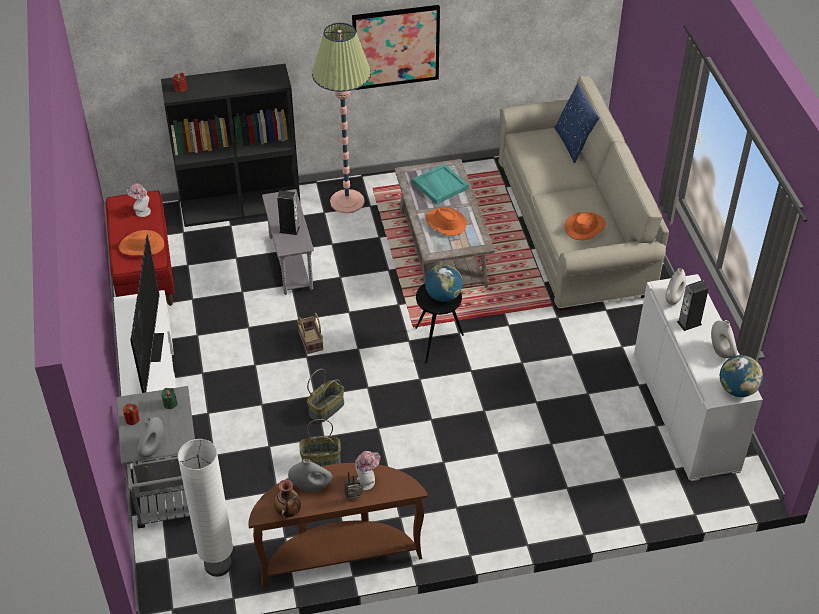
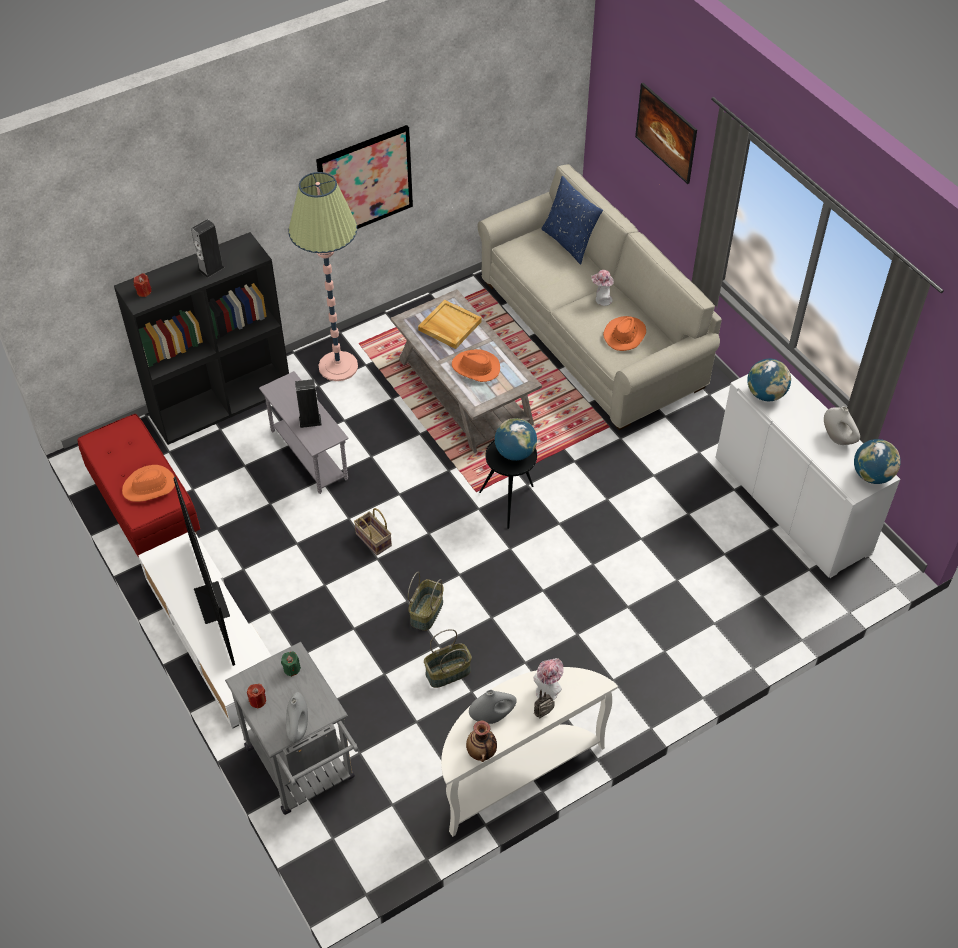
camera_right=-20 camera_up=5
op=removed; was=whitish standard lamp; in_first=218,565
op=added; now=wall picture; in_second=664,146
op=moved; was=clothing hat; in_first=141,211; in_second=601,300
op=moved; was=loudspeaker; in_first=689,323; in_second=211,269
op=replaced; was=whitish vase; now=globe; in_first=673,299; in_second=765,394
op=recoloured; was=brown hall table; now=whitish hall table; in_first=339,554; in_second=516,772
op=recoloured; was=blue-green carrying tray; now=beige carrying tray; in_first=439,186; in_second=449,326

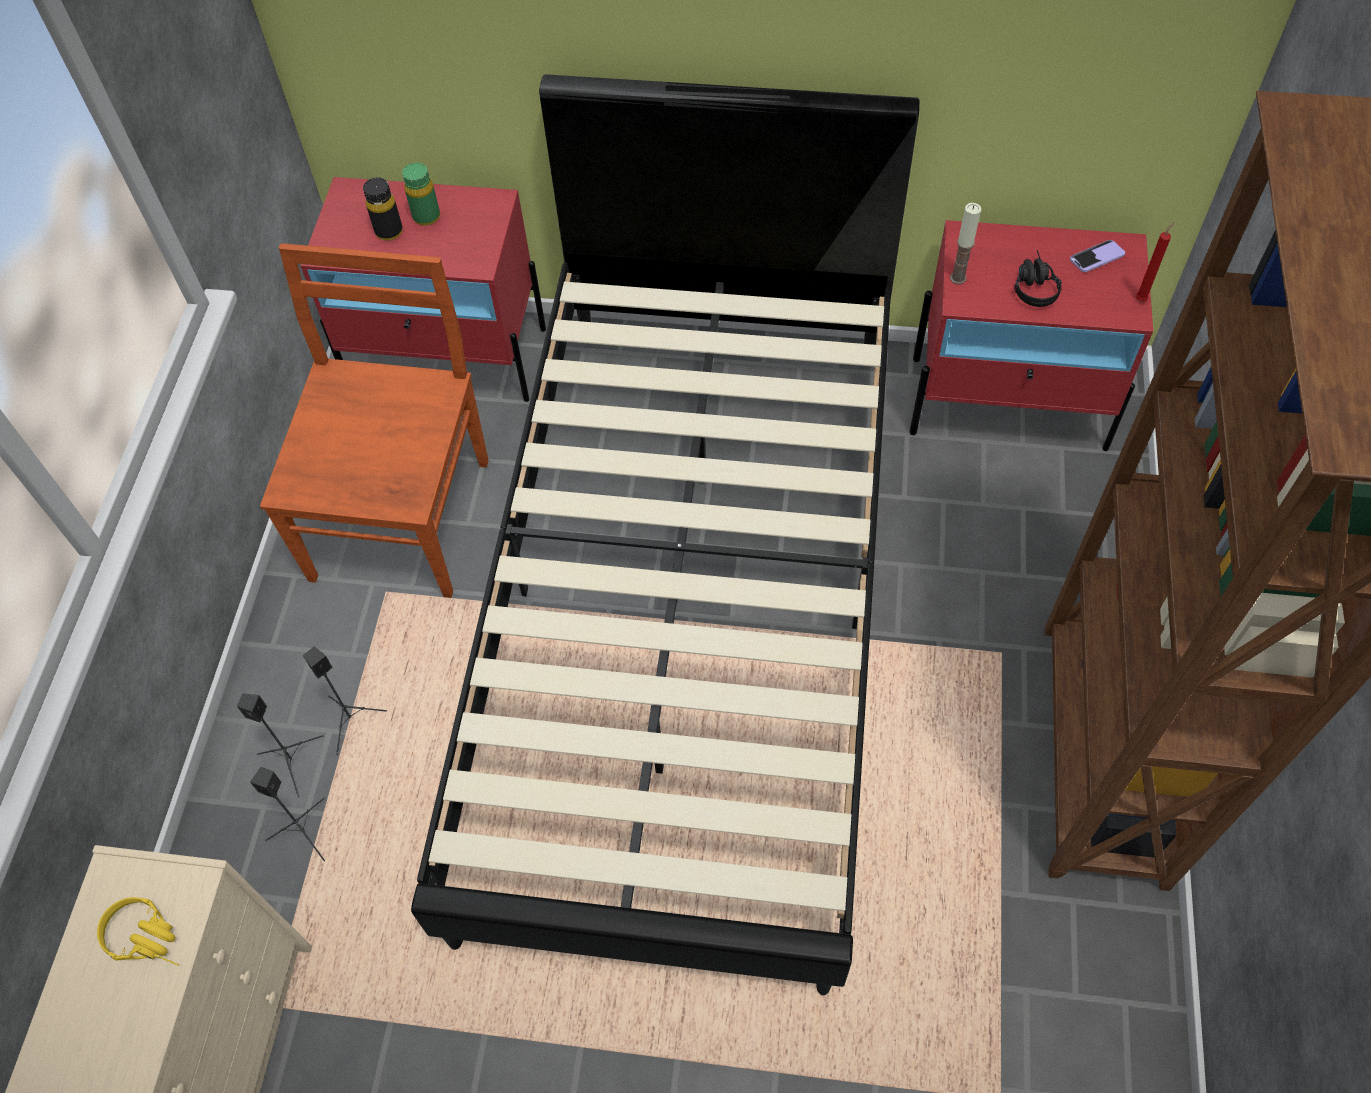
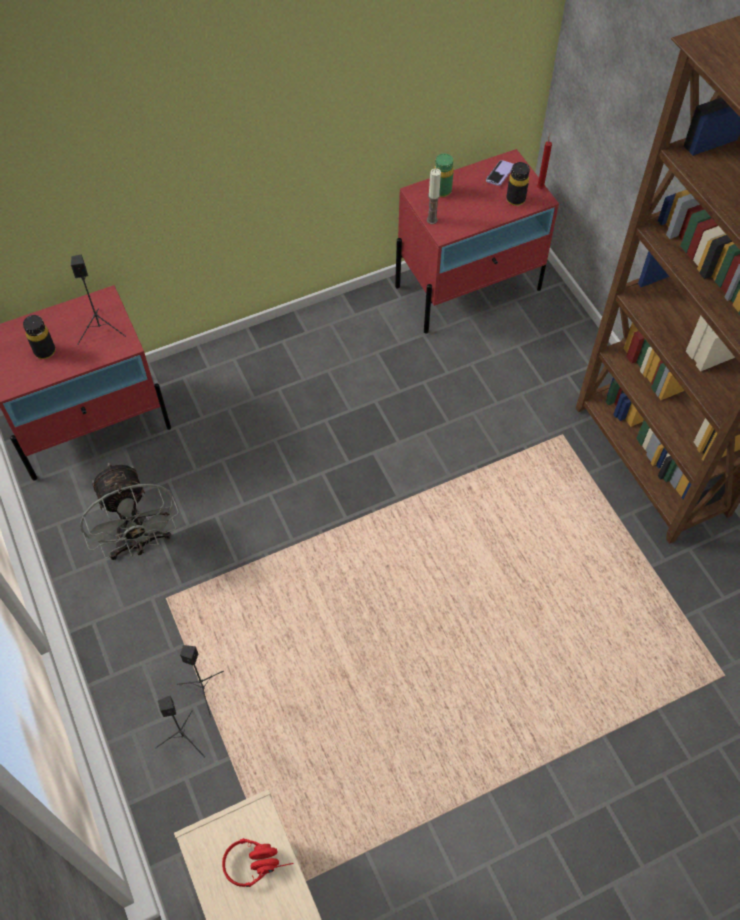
camera_right=-35 camera_up=0
op=removed; was=black-coloured sleeping bed; in_first=689,610
op=removed; was=black-coloured headset; in_first=1032,285
op=added; now=black-coloured beverage bottle; in_second=515,199
op=moved; was=black-coloured loudspeaker; in_first=306,834; in_second=101,329
op=moved; was=green-coloured beverage bottle; in_first=426,216; in_second=442,191
op=replaced; was=brown plain chair; now=gray electric fan; in_first=403,514; in_second=139,543
op=recoloured; was=yellow-coloured headset; now=reddish headset; in_first=151,939; in_second=258,862

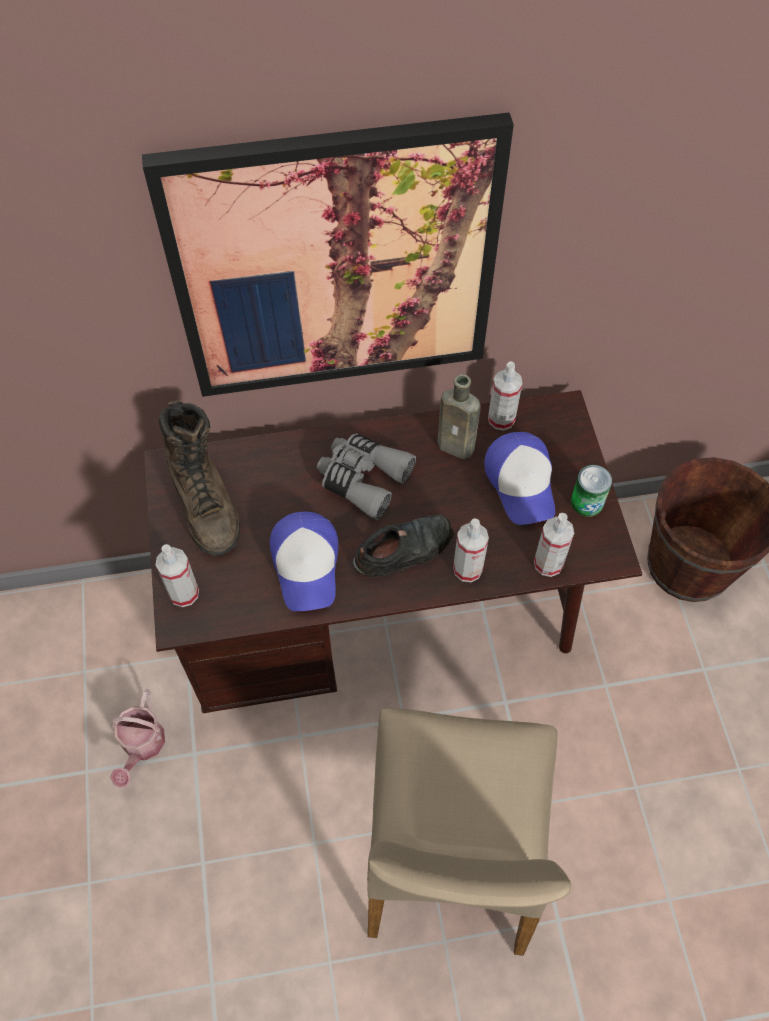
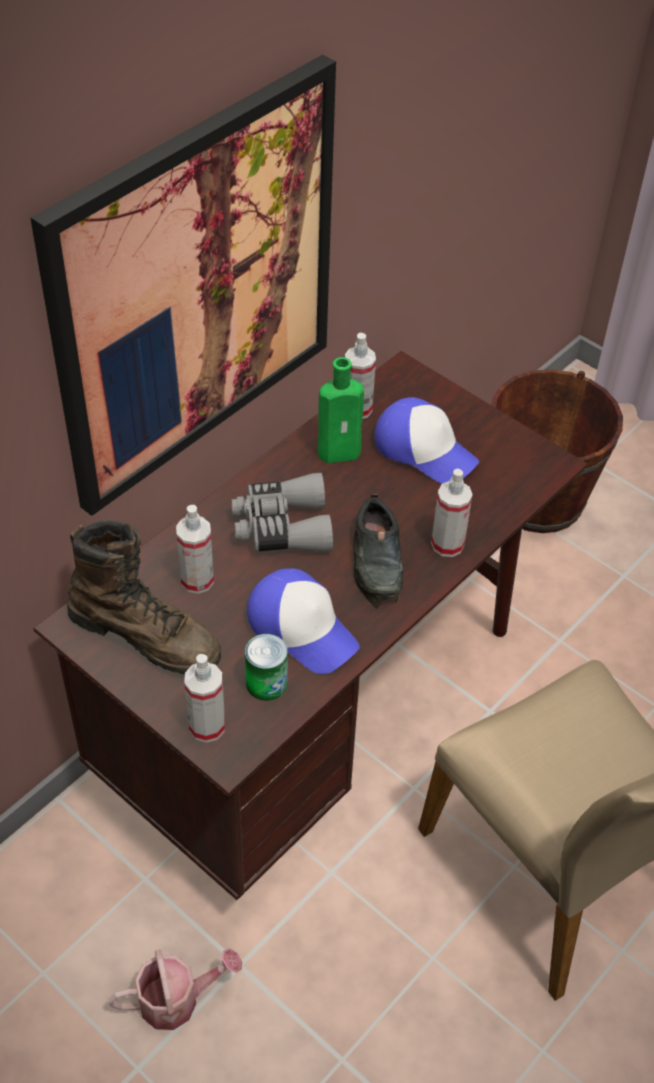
camera_right=-40 camera_up=-10
op=moved; was=spray bottle; in_first=548,563; in_second=197,580
op=moved; was=sealed can; in_first=587,502; in_second=266,683
op=recoloured; was=brown beverage bottle; now=green-coloured beverage bottle; in_first=458,447; in_second=342,452
op=turned; was=watering pot; in_first=142,746; in_second=177,999; clockwise=-75
op=turned; was=black-coloured shoe; in_first=405,549; in_second=377,561; clockwise=150

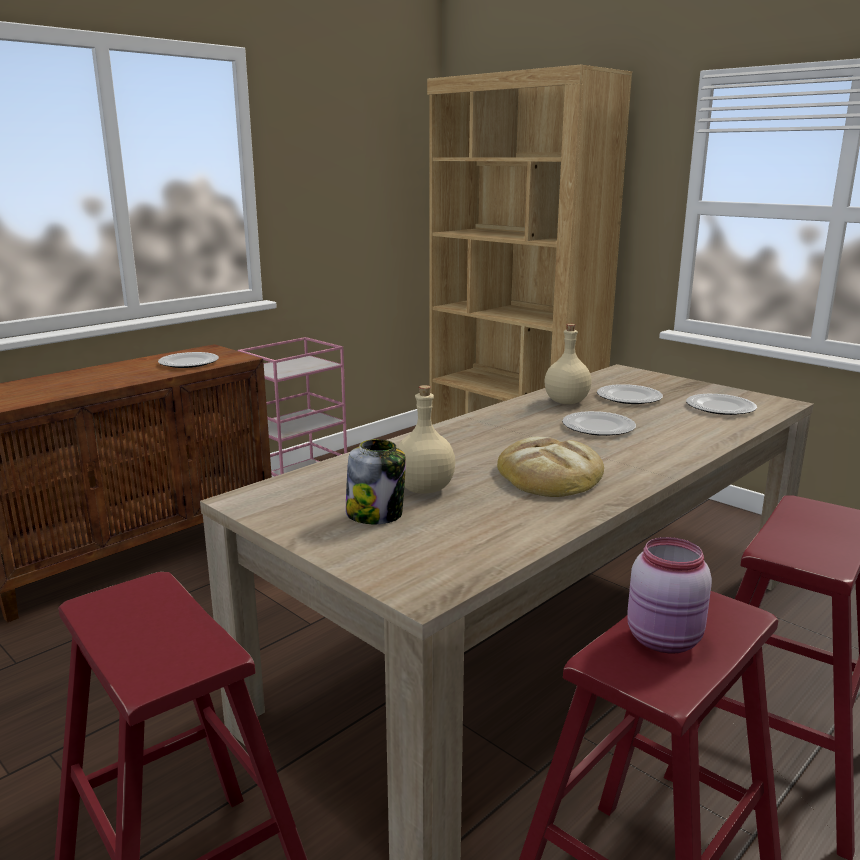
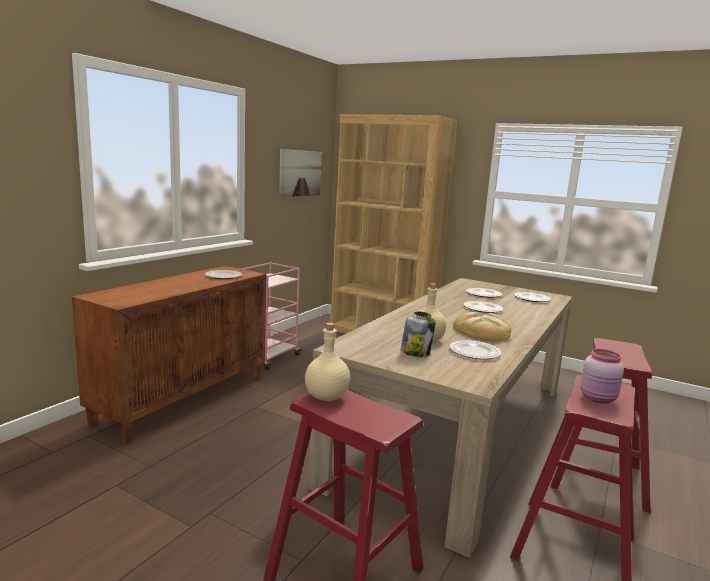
camera_right=-15 camera_up=-5
op=added; now=wall picture; in_second=300,173
op=added; now=dinner plate; in_second=475,352
op=moved; was=beige beverage bottle; in_first=566,402; in_second=326,396

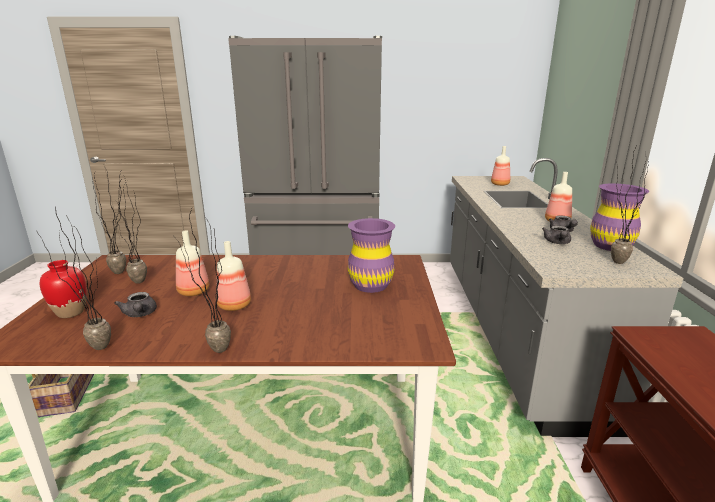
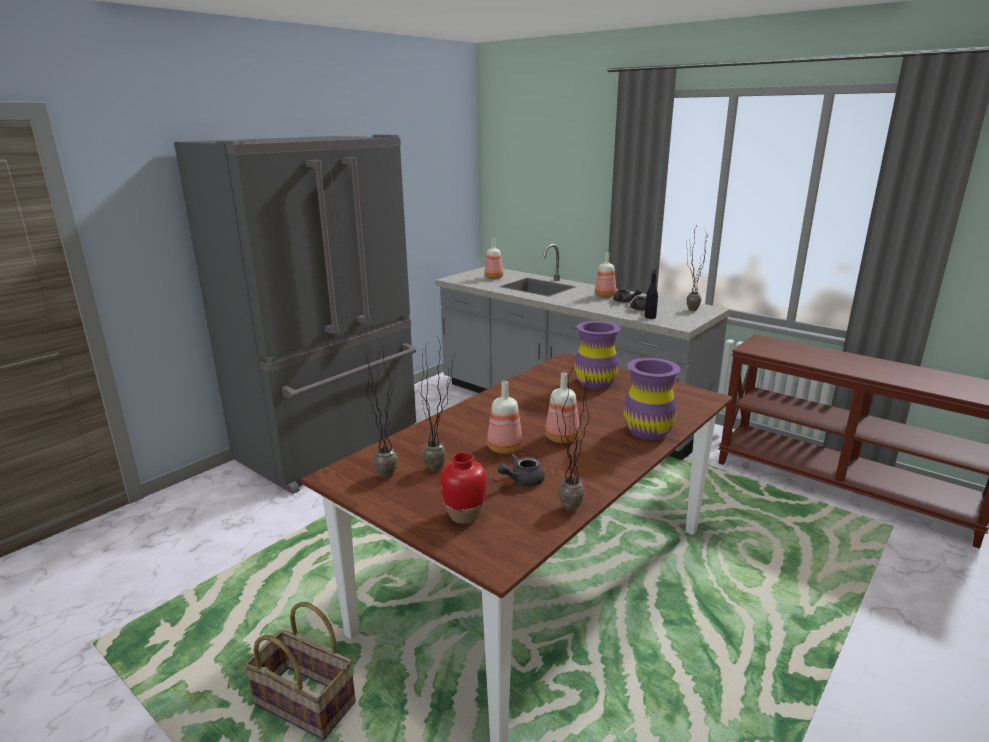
camera_right=-50 camera_up=0
op=removed; was=potted plant; in_first=212,351
op=added; now=black-coloured beverage bottle; in_second=650,317
op=moved; was=purple vase; in_first=610,246; in_second=647,431
op=turned; was=gray pot for tea; in_first=140,314; in_second=522,481; clockwise=135

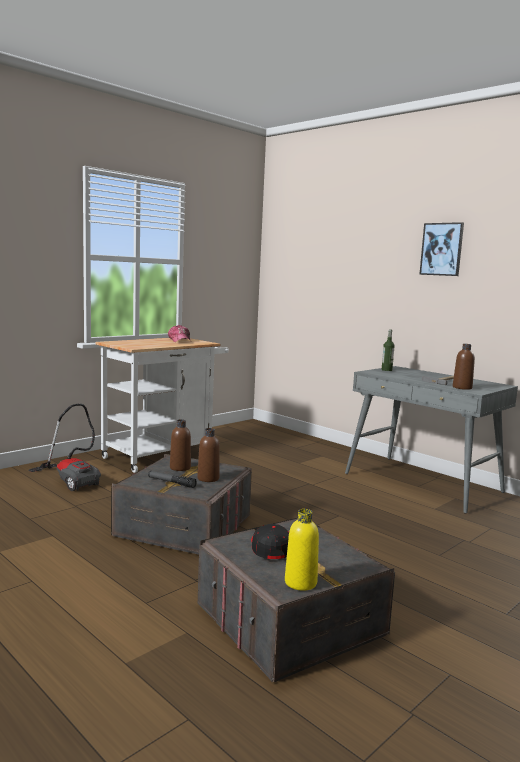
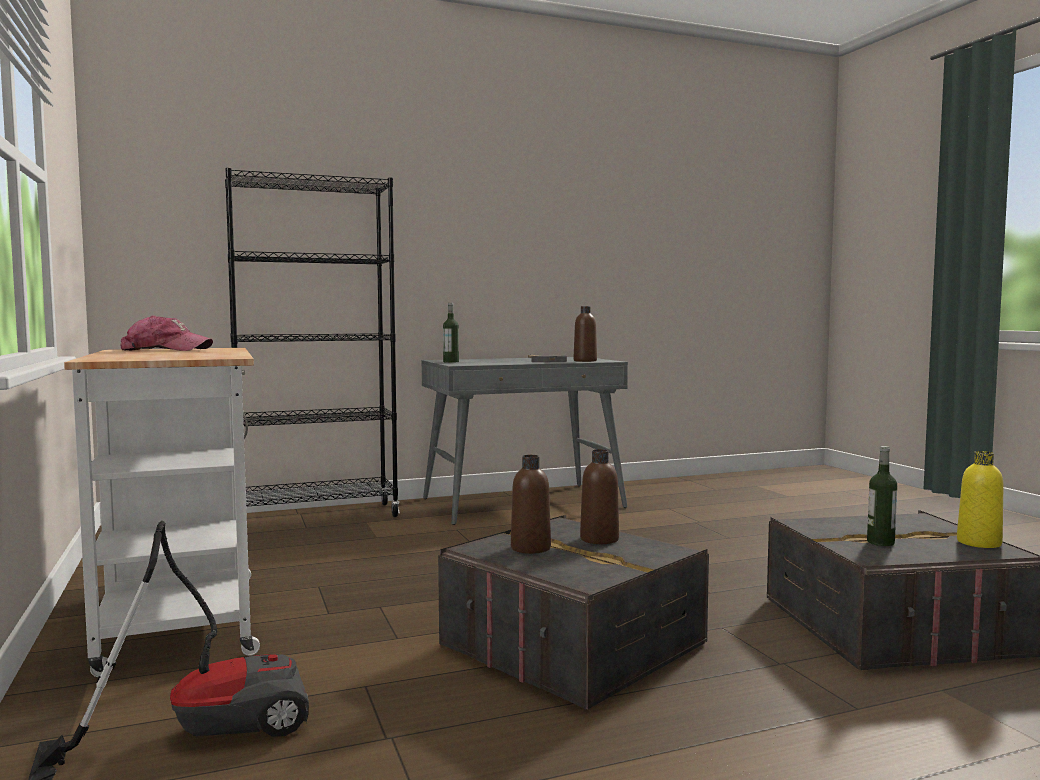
camera_right=-65 camera_up=-5
op=removed; was=hand torch; in_first=171,483
op=removed; was=wall picture; in_first=442,249
op=added; now=black-coloured shelving unit; in_second=317,517
op=replaced; was=black-coloured cap; now=beverage bottle; in_first=270,548; in_second=880,542

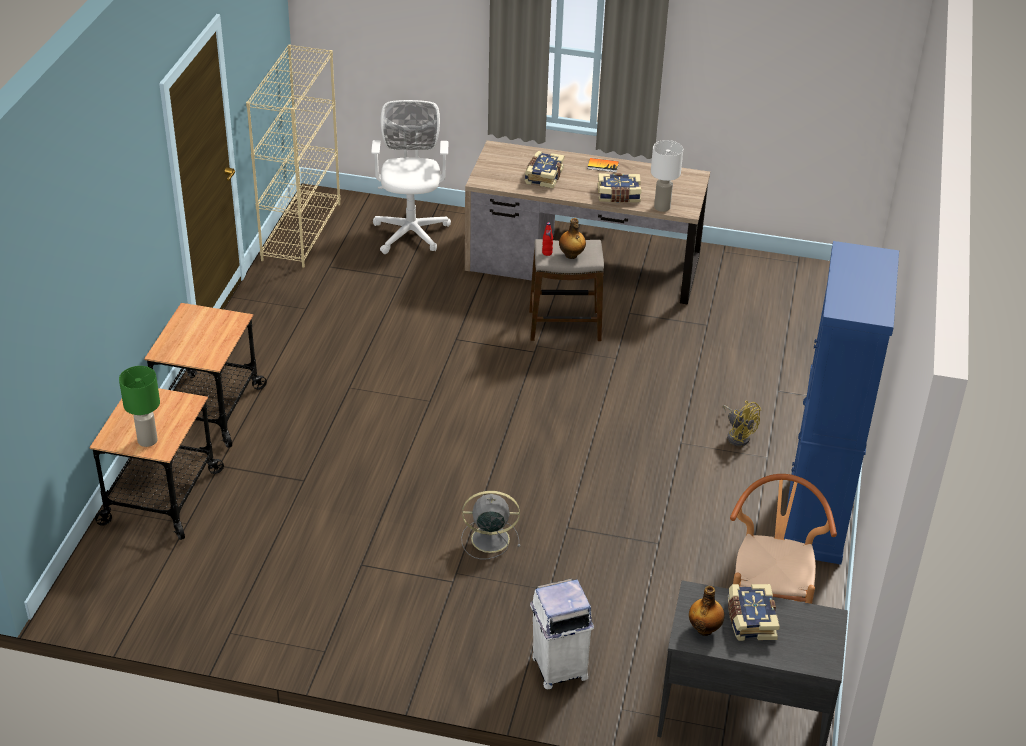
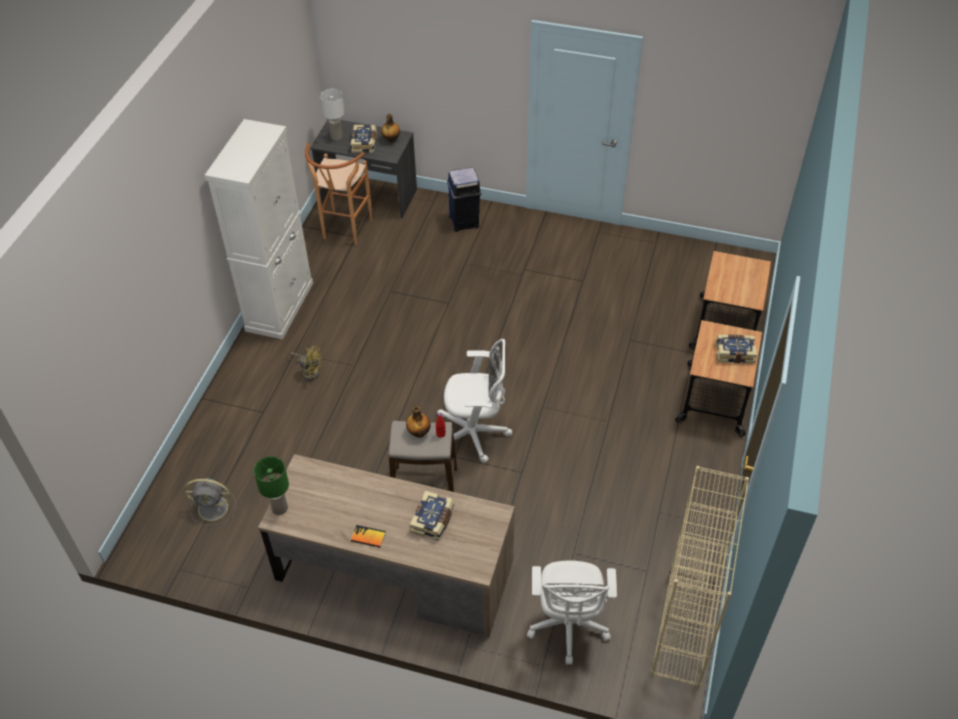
camera_right=-175 camera_up=10
op=added; now=whitish desk chair; in_second=475,434
op=moved; was=green-coloured lamp for a table; in_first=147,440; in_second=279,509
op=moved; was=gray electric fan; in_first=488,539; in_second=214,508
op=moved; was=bound book; in_first=618,195; in_second=734,352
op=moved; was=whitish lamp for a table; in_first=662,207; in_second=336,137
op=recoloured; was=whitish trash can; now=blue-coloured trash can; in_first=558,668; in_second=464,221
op=recoloured; was=blue-coloured cupboard; now=whitish cupboard; in_first=815,518; in_second=280,306
op=turned; was=yellow-coloured electric fan; in_first=738,435; in_second=309,371; clockwise=150

